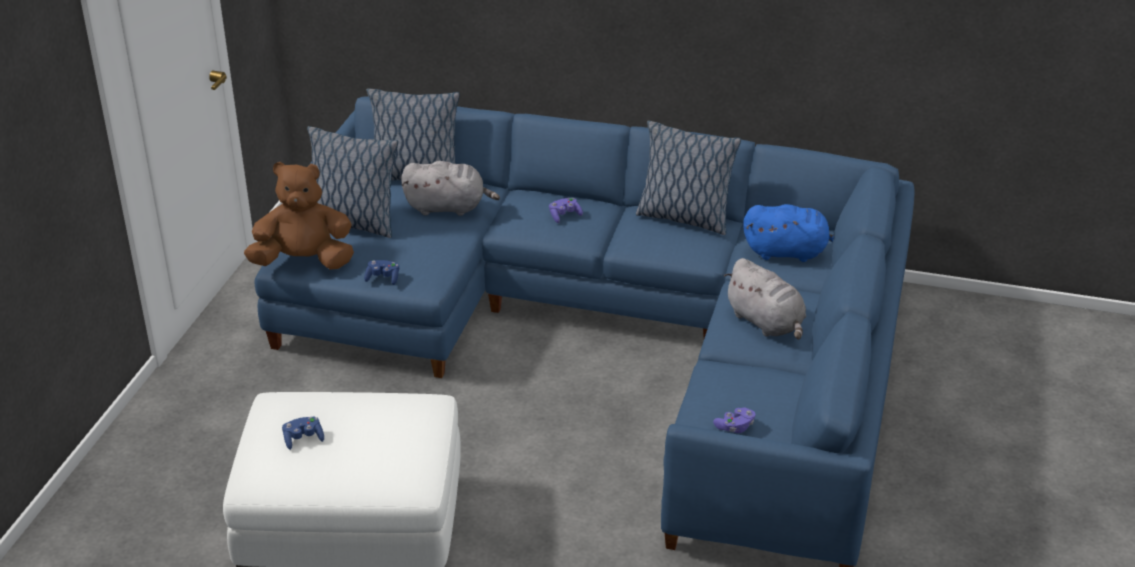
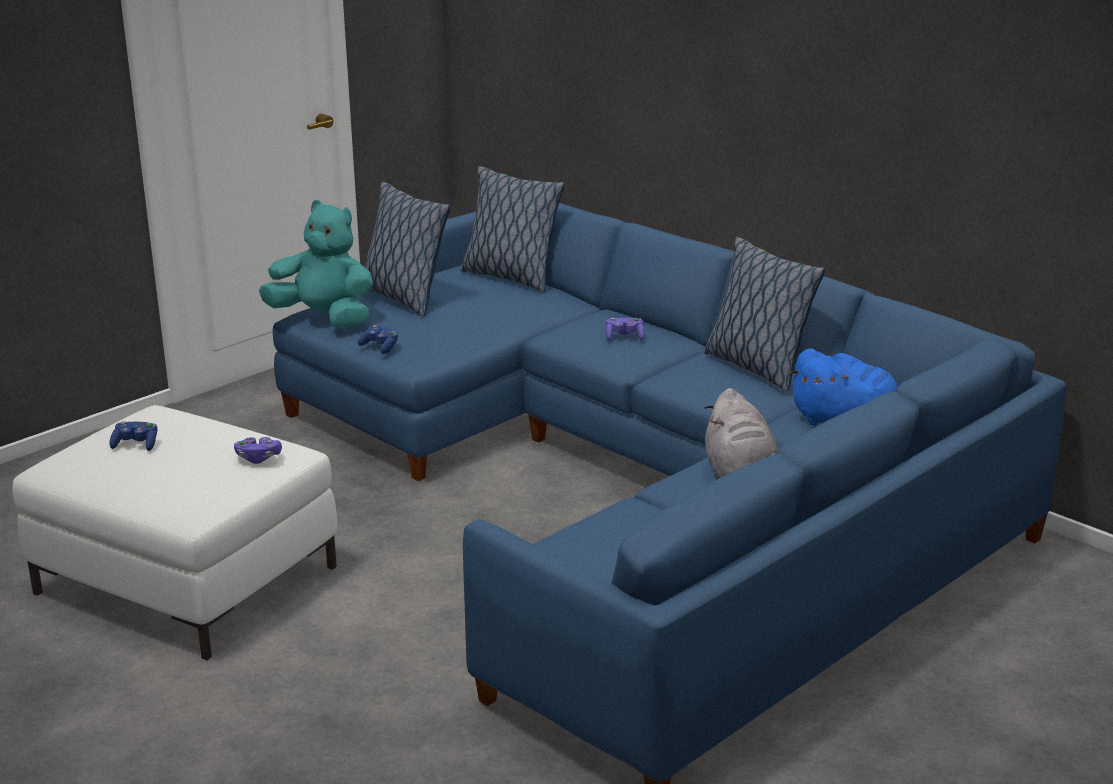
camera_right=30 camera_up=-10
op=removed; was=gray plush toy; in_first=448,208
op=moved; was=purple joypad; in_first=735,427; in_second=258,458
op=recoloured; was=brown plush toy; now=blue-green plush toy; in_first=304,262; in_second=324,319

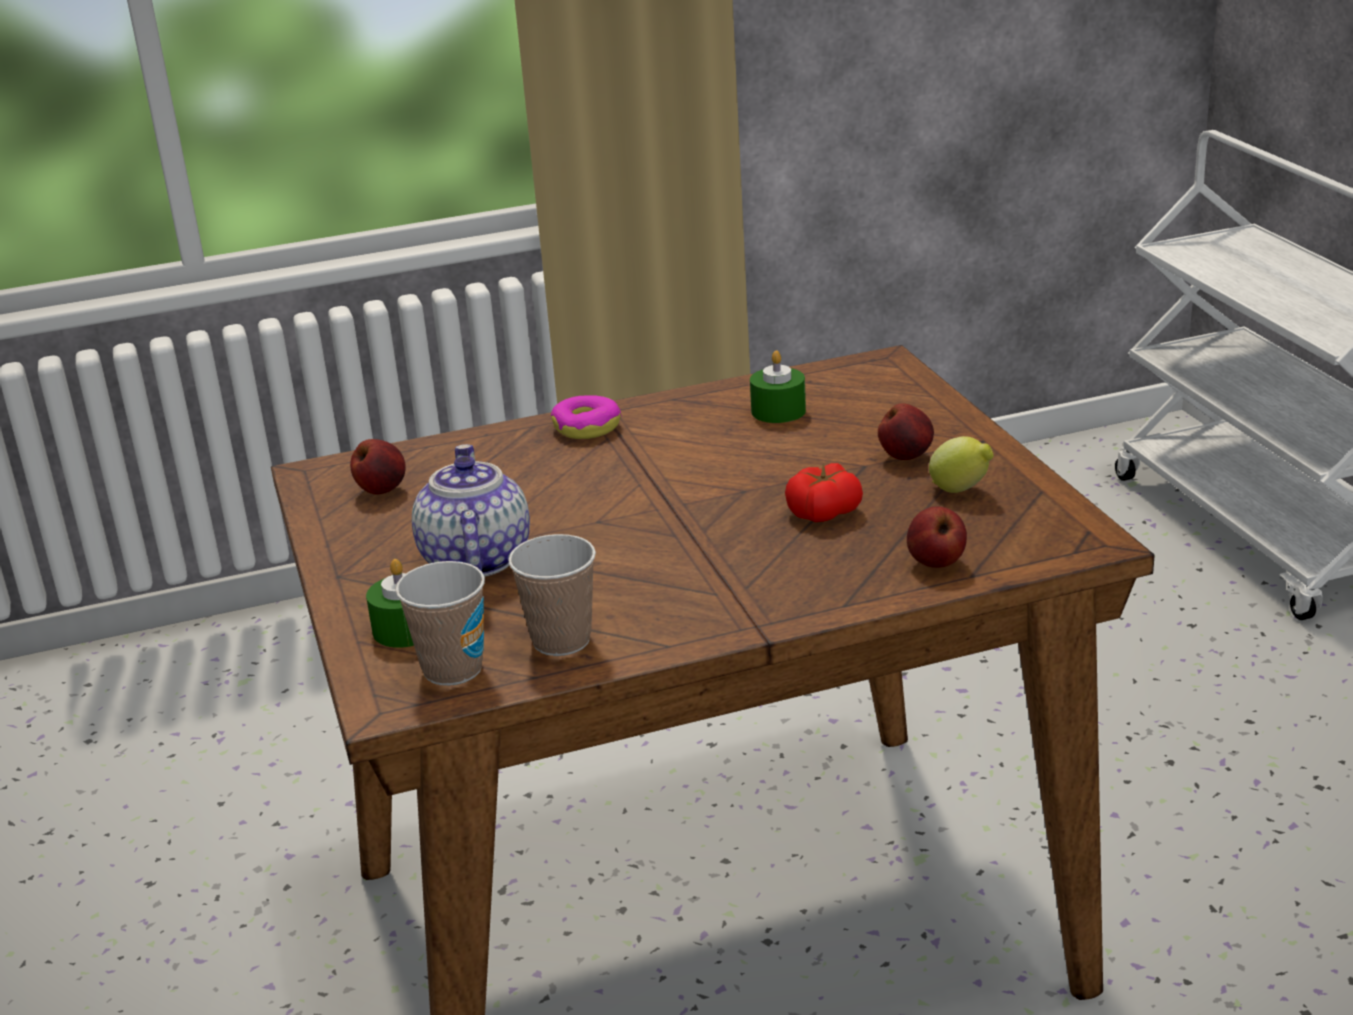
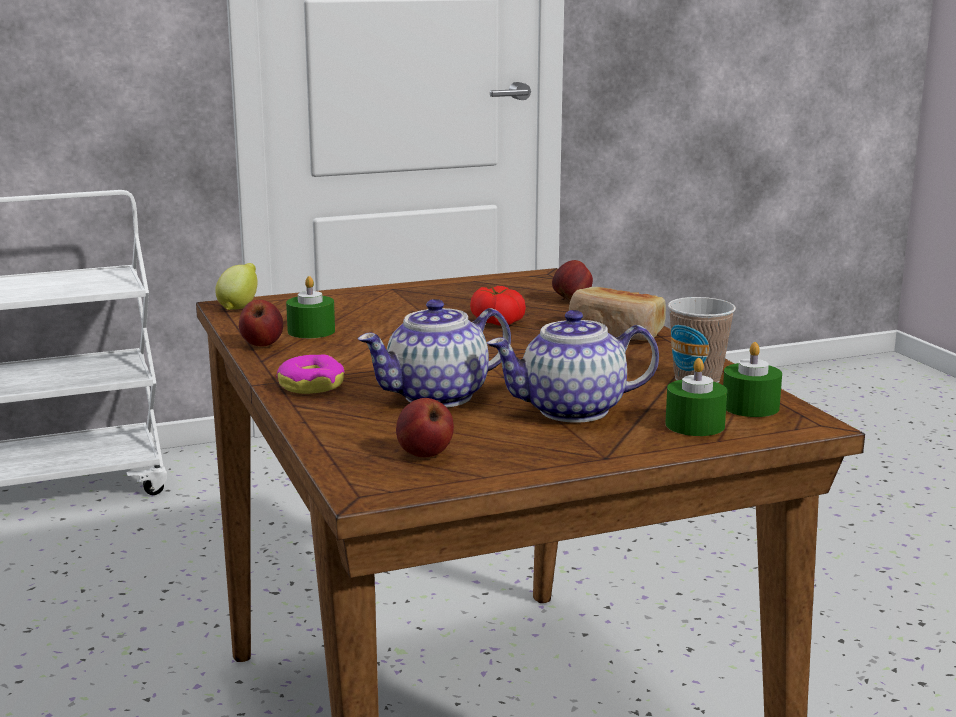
camera_right=-95 camera_up=-10
op=added; now=pot for tea; in_second=437,397
op=added; now=bakery bread; in_second=615,333
op=moved; was=whole apple; in_first=906,456; in_second=262,344
op=moved; was=whole lemon; in_first=961,491; in_second=239,307
op=replaced; was=small cup; now=green-coloured wax candle; in_first=453,669; in_second=750,407

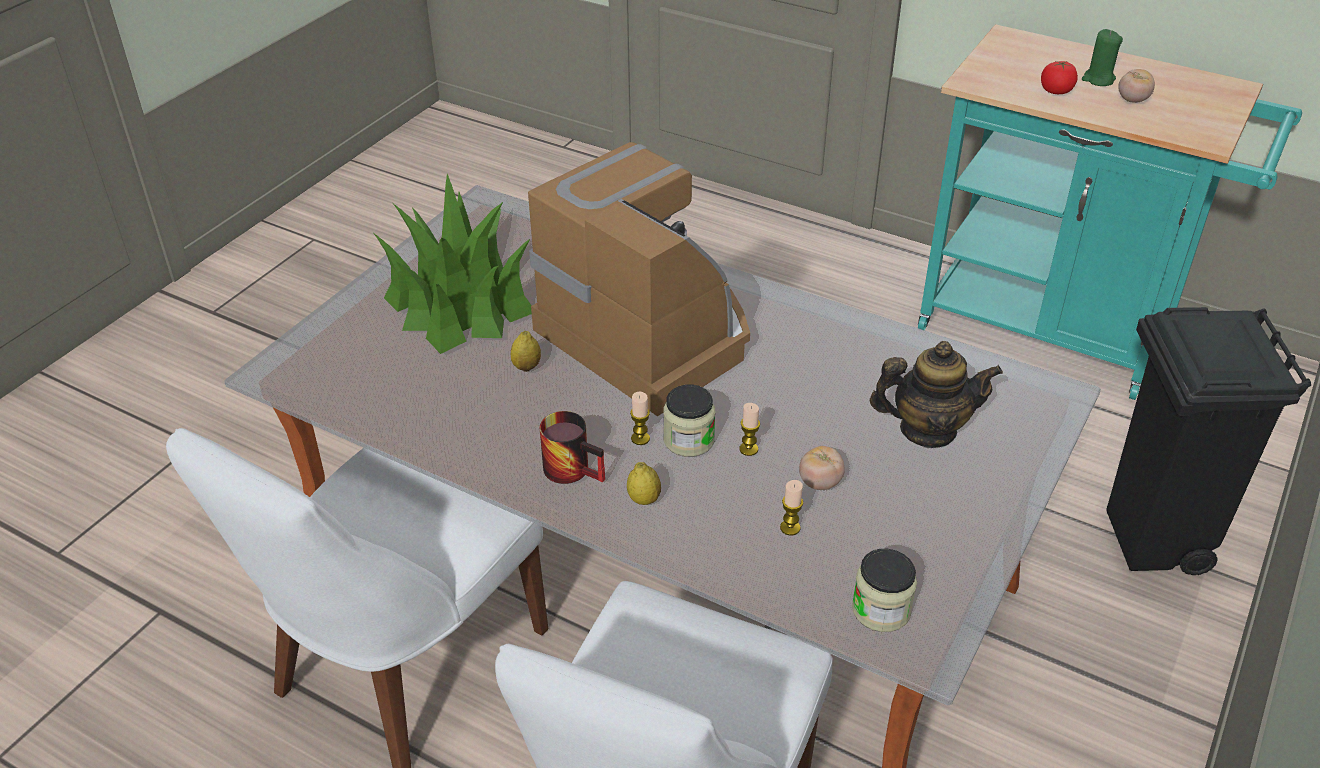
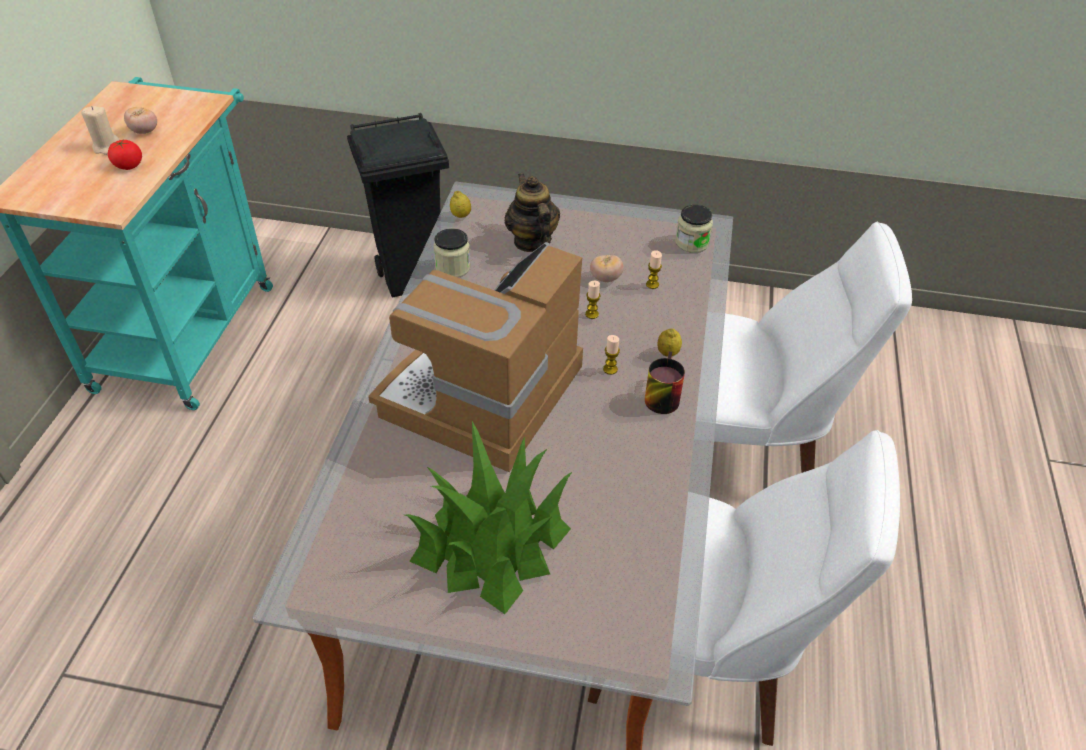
camera_right=-110 camera_up=5
op=moved; was=whole lemon; in_first=526,367; in_second=461,215
op=moved; was=preserve jar; in_first=688,440; in_second=453,267
op=recoloured; was=green-coloured wax candle; now=beige wax candle; in_first=1098,79; in_second=106,147

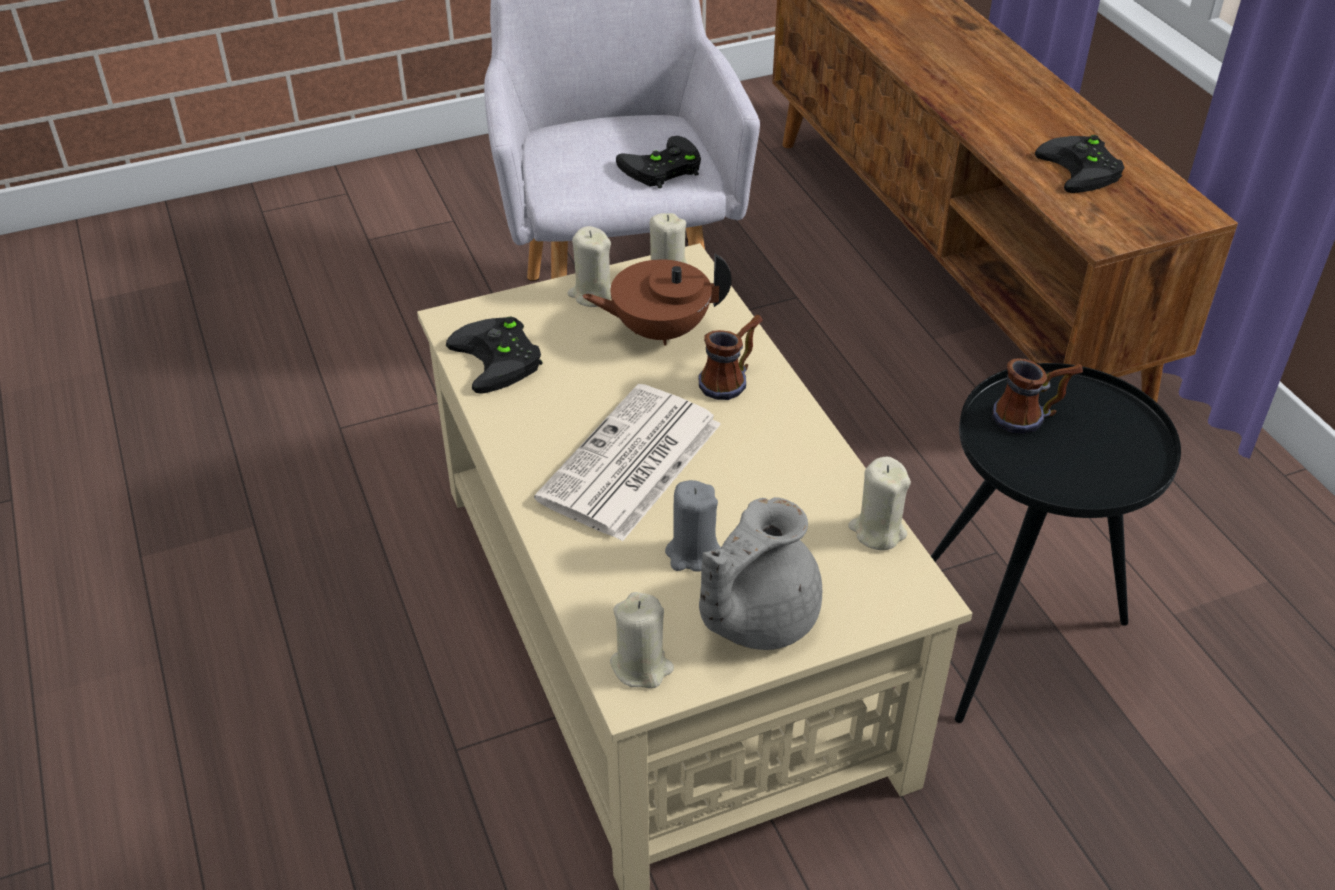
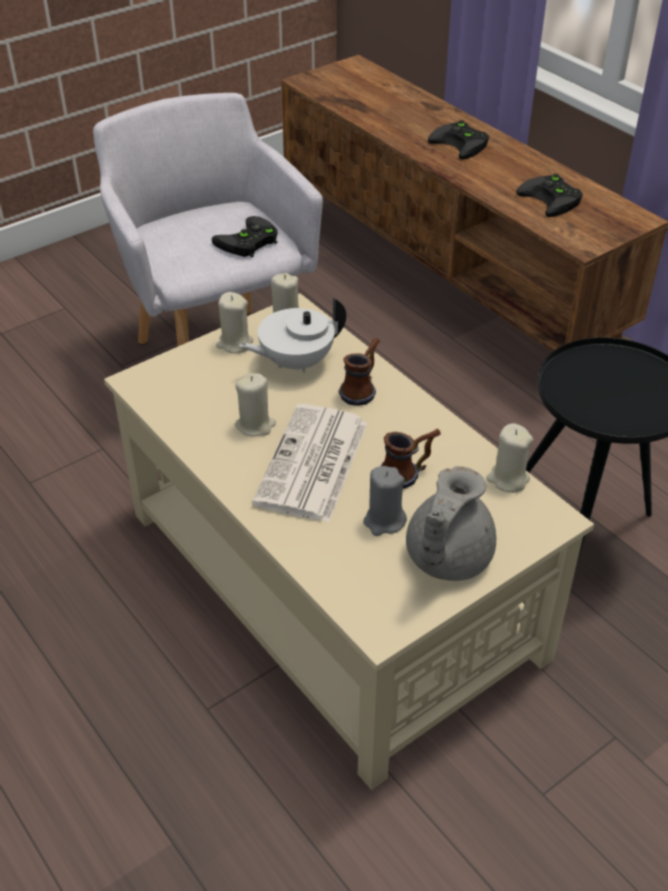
camera_right=-15 camera_up=0
op=moved; was=black-coloured joypad; in_first=501,360; in_second=462,144
op=moved; was=beige wax candle; in_first=641,666; in_second=255,425
op=moved; was=mug; in_first=1031,417; in_second=408,473
op=recoloured; was=brown pot for tea; now=whitish pot for tea; in_first=659,330; in_second=295,362

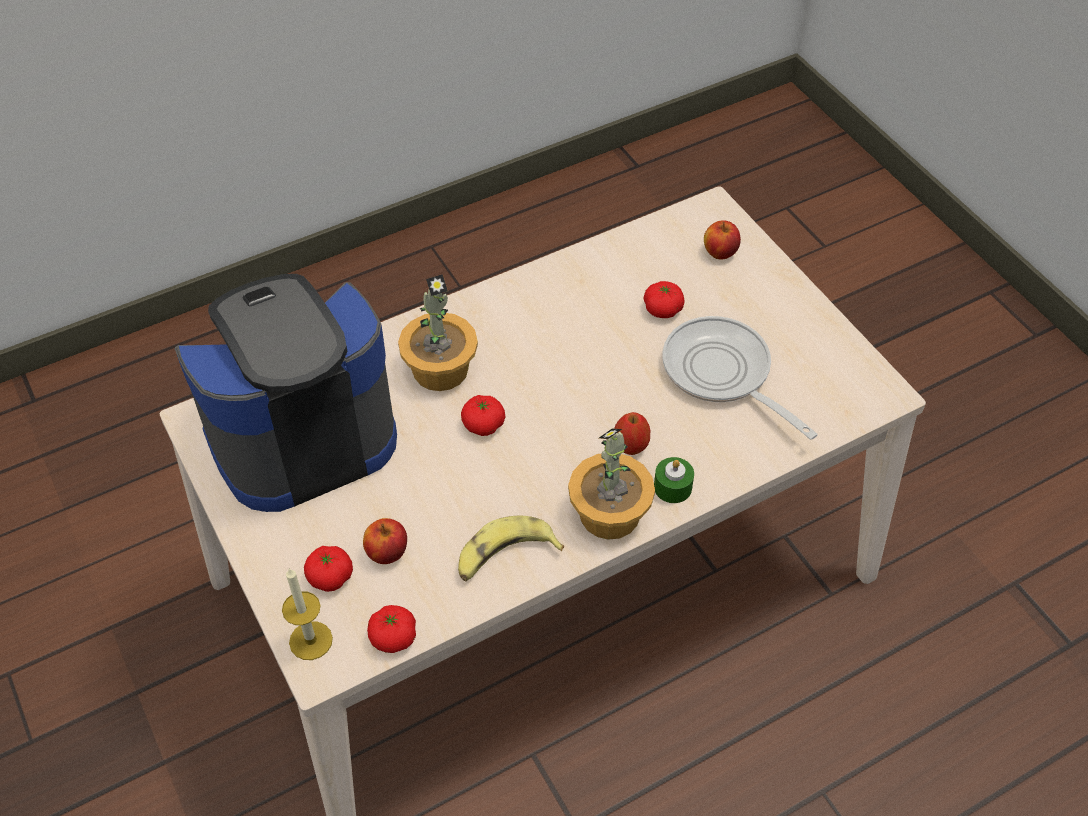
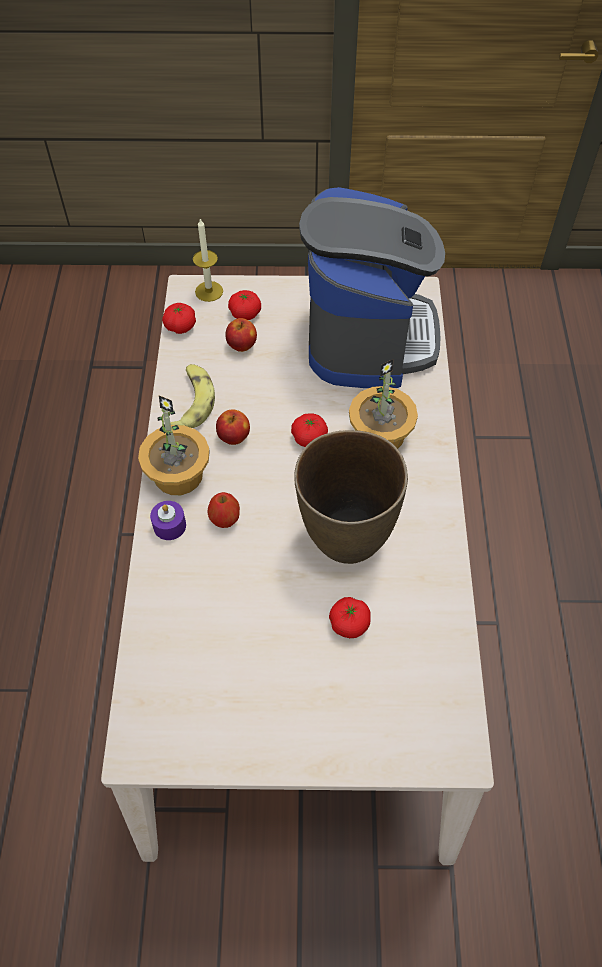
camera_right=120 camera_up=5
op=removed; was=skillet; in_first=722,374
op=added; now=brown vase; in_second=346,539
op=moved; was=whole apple; in_first=720,253; in_second=233,437
op=recoloured; was=green-coloured wax candle; now=purple wax candle; in_first=672,487; in_second=169,526

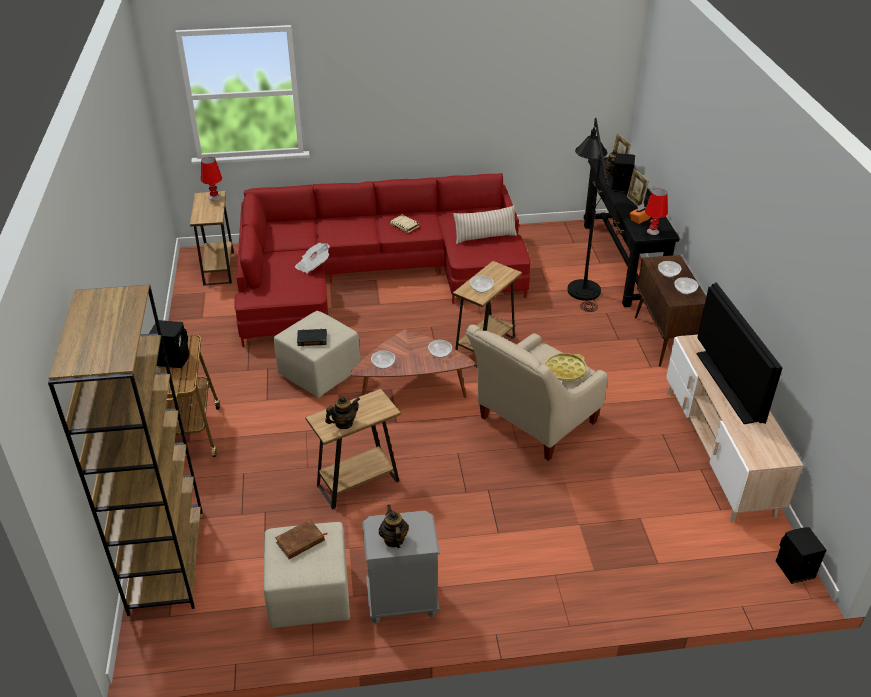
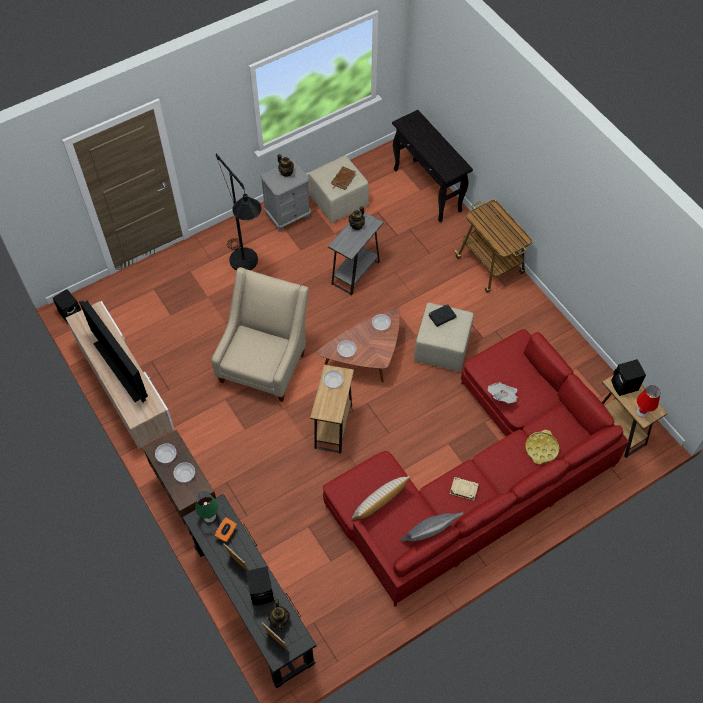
camera_right=155 camera_up=20
op=added; now=gray throw pillow; in_second=429,536
op=moved; was=black-coloured loudspeaker; in_first=173,359; in_second=624,386
op=moved; was=yellow-coloured carrying tray; in_first=565,370; in_second=541,449
op=moved; was=black-coloured standard lamp; in_first=582,285; in_second=247,266
op=replaced; was=brown shelving unit; now=black-coloured hall table; in_first=166,560; in_second=428,190
op=recoloured; was=brown side table; now=gray side table; in_first=358,483; in_second=355,273
op=recoloured; was=reddish lamp for a table; now=green-coloured lamp for a table; in_first=652,231; in_second=209,516

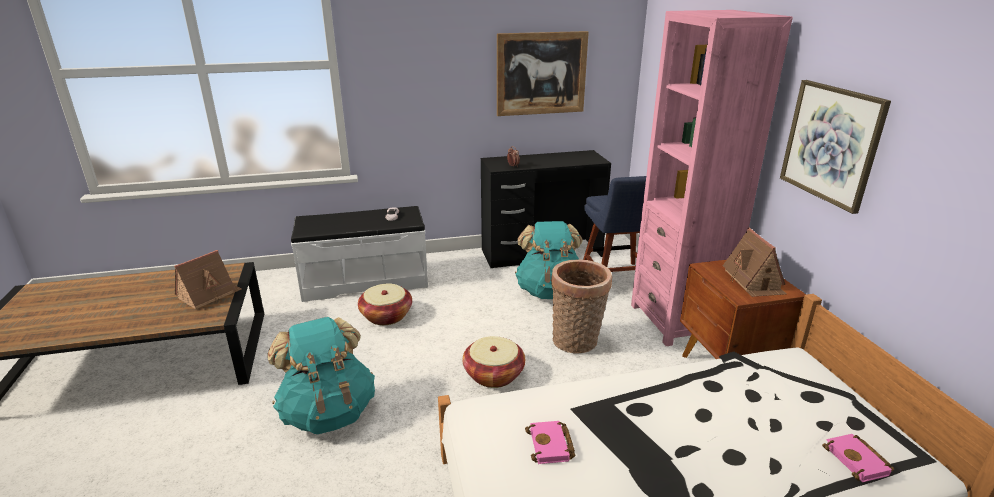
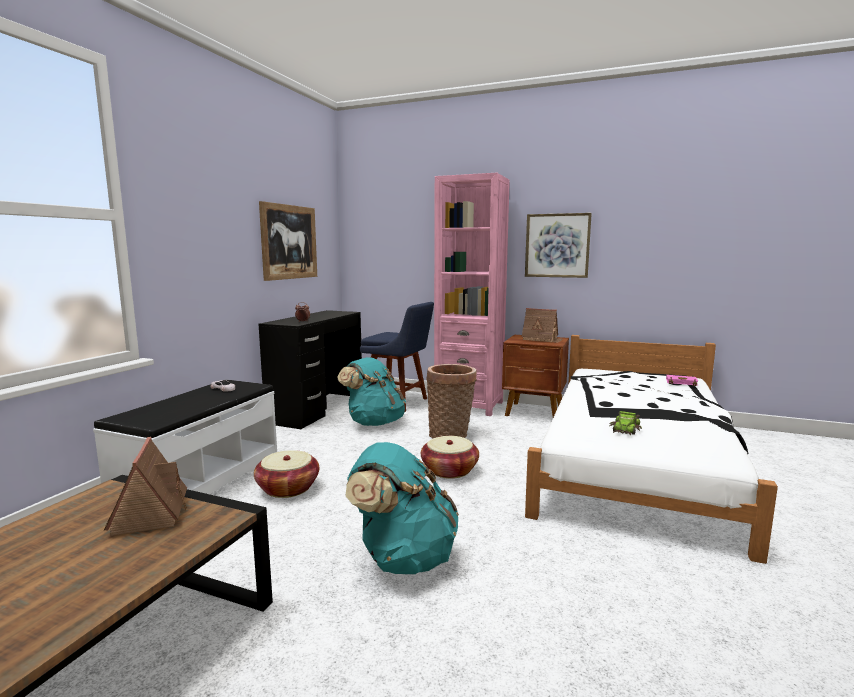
camera_right=-55 camera_up=-15
op=replaced; was=pink-coloured bound book; now=toy car; in_first=551,446; in_second=625,429

